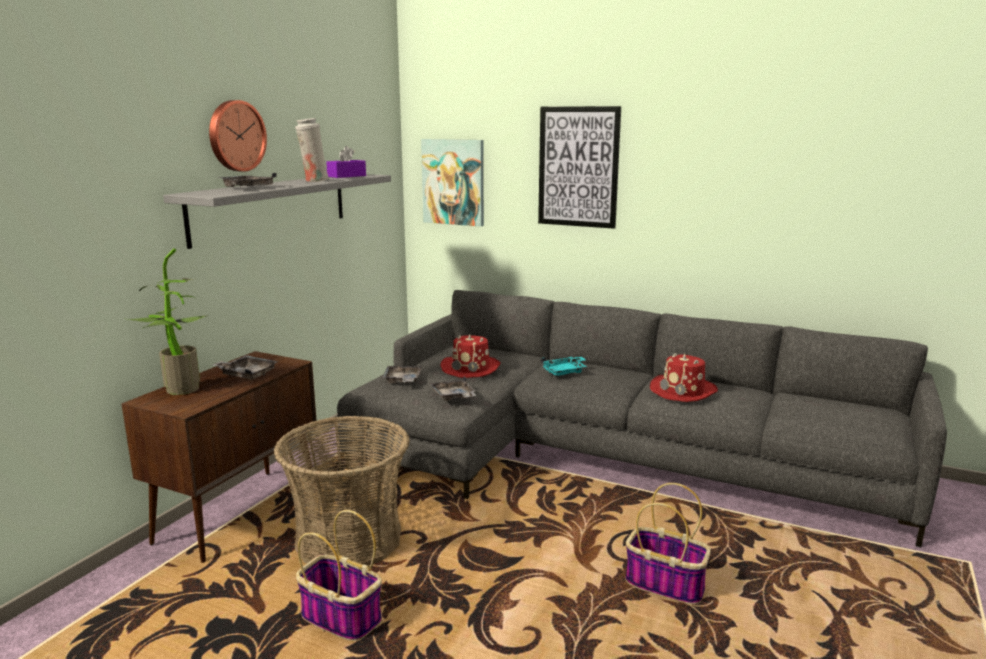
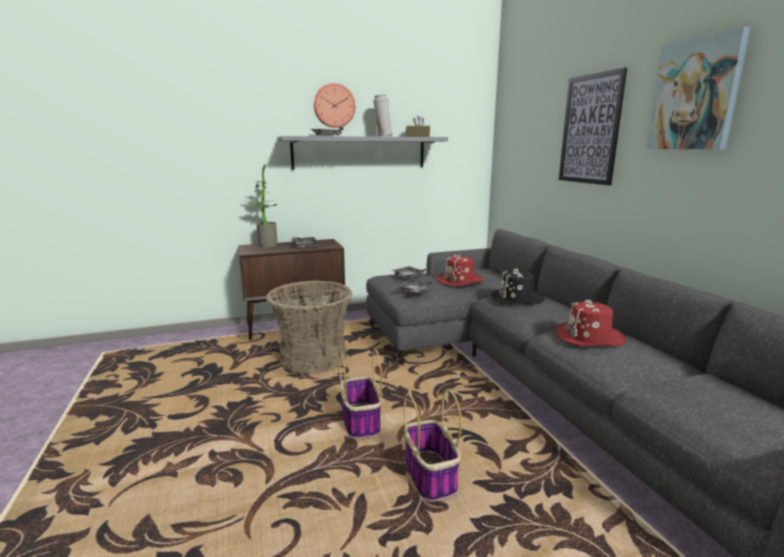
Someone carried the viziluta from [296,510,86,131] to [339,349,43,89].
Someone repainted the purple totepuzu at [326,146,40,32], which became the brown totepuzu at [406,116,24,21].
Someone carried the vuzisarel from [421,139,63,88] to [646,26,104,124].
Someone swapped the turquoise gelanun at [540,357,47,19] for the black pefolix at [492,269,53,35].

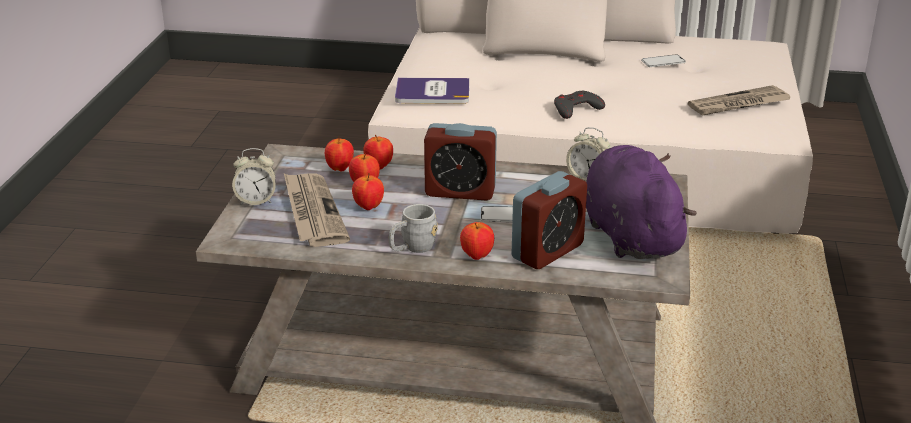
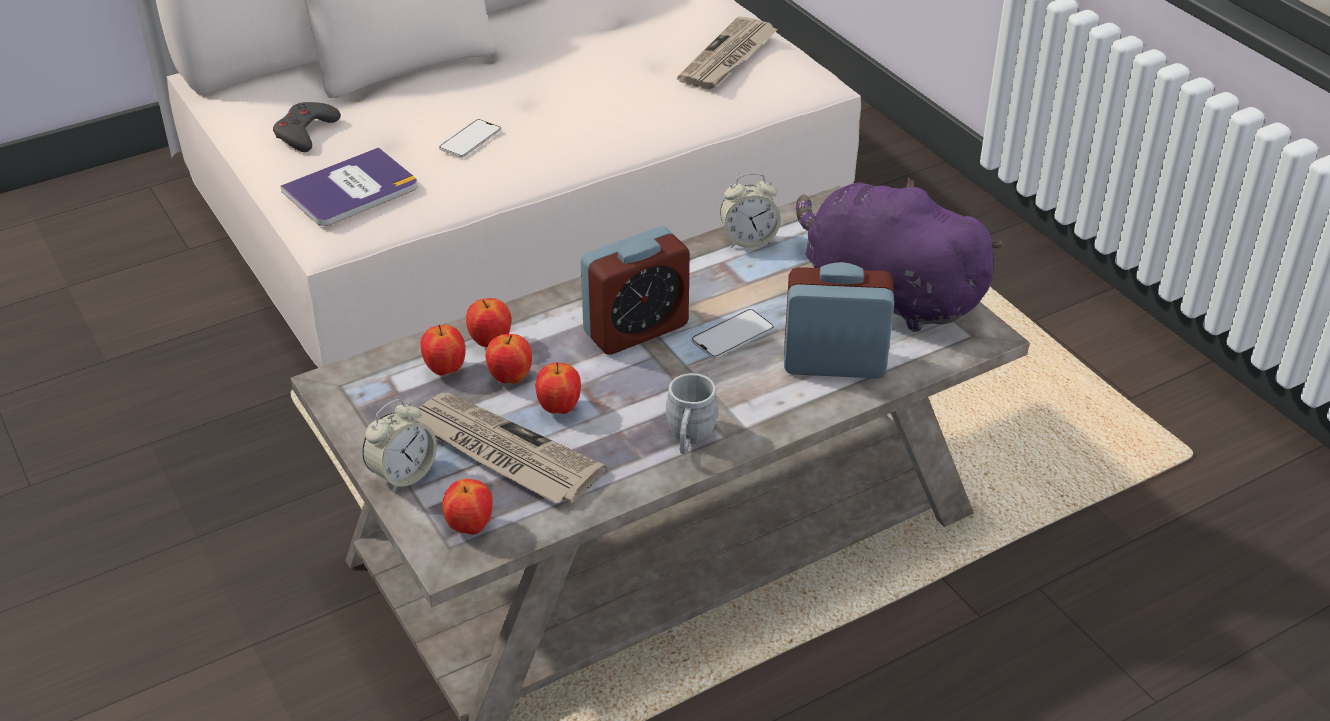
Someone carried the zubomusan from [460,222,34,38] to [442,479,51,56].
Someone rotated the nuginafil at [512,171,75,98] by 90 degrees counterclockwise.
Someone carried the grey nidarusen from [554,91,51,28] to [273,102,68,50].
Someone carried the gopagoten from [641,54,45,13] to [439,119,62,39].

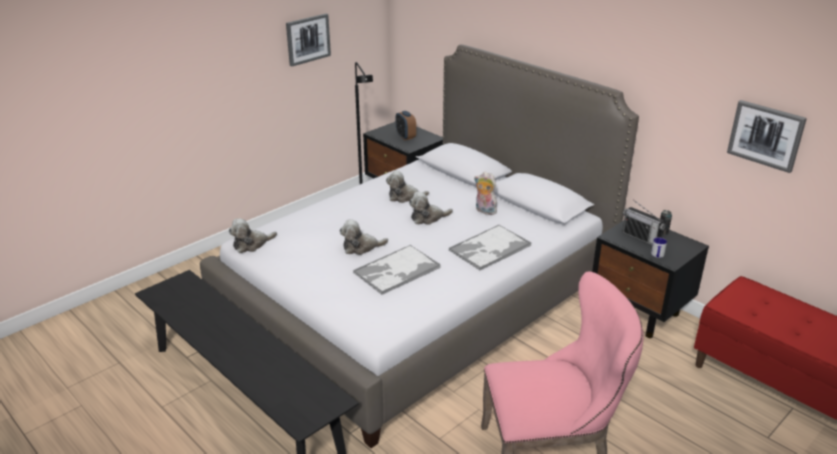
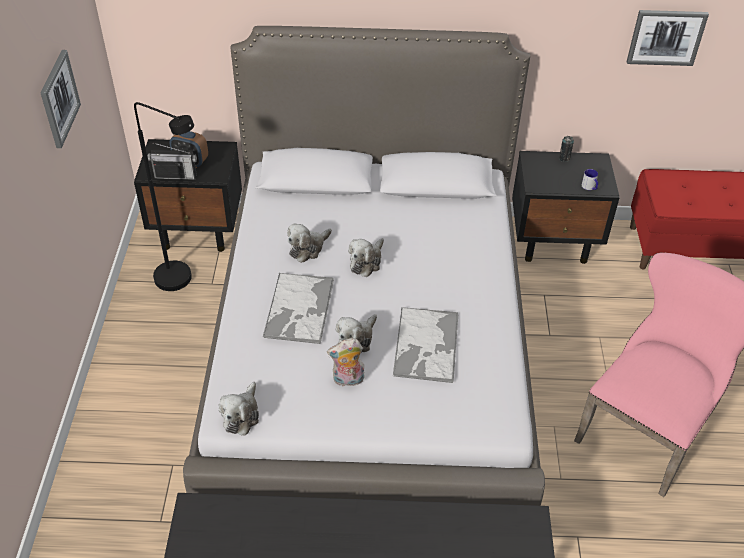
Someone carried the gelanun from [449,225,82,45] to [263,272,71,72].
Someone carried the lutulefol from [474,172,23,43] to [327,338,38,49].
Someone carried the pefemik from [622,200,44,45] to [148,143,49,37].

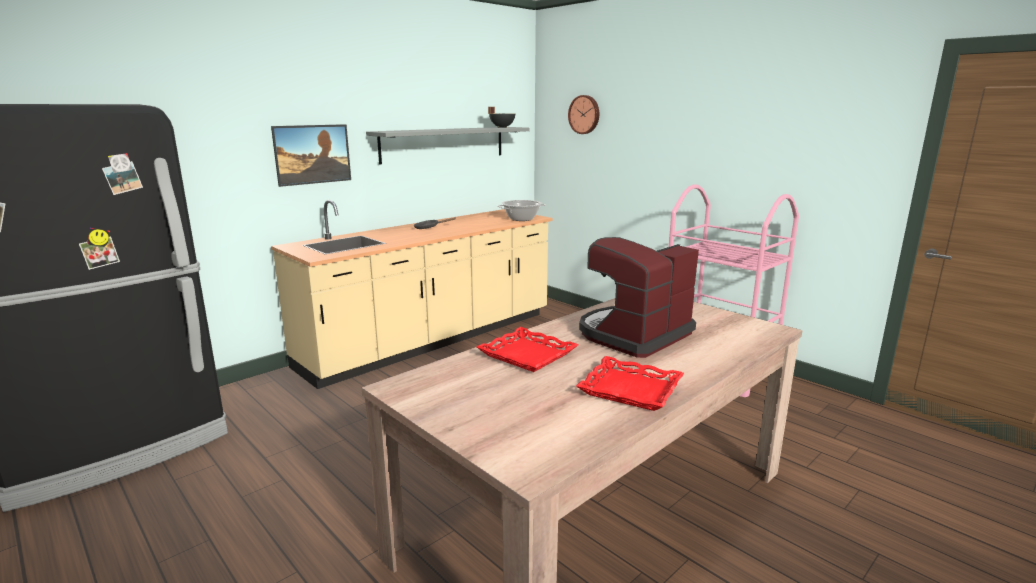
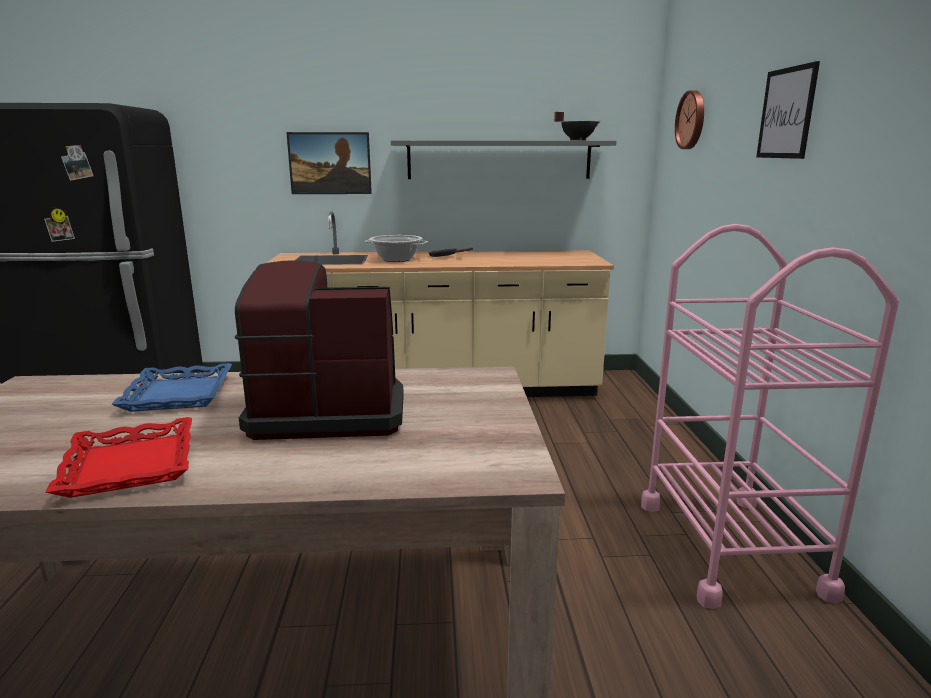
Someone repainted the red gelanun at [477,327,101,45], which became the blue gelanun at [111,363,121,49].
Someone carried the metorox from [497,200,49,21] to [364,235,64,27].
Someone put up the vuzisarel at [756,61,64,98].

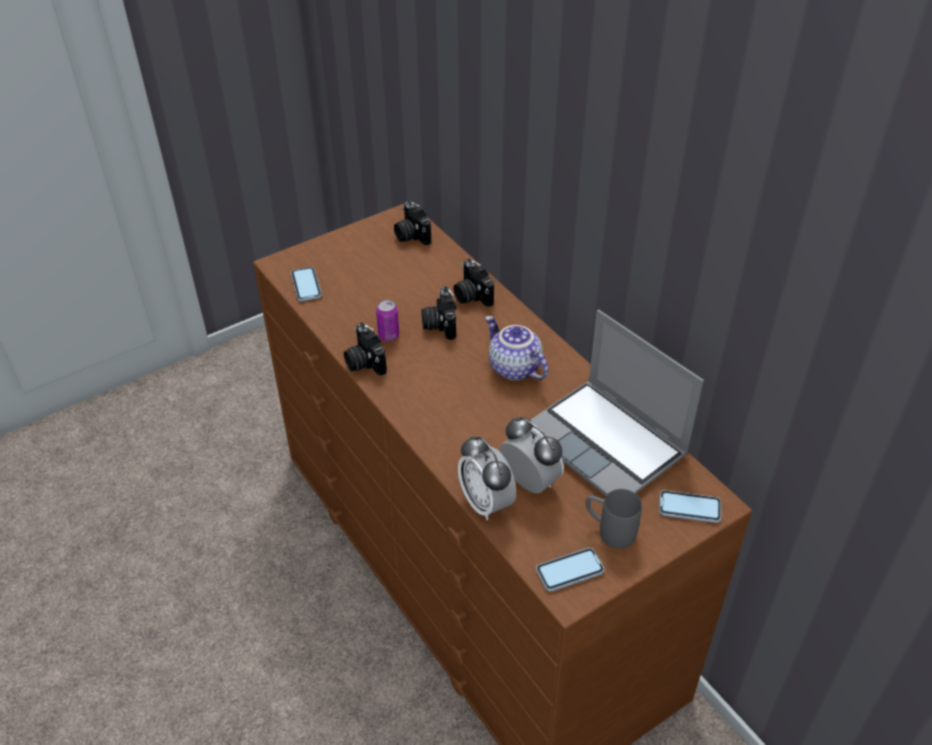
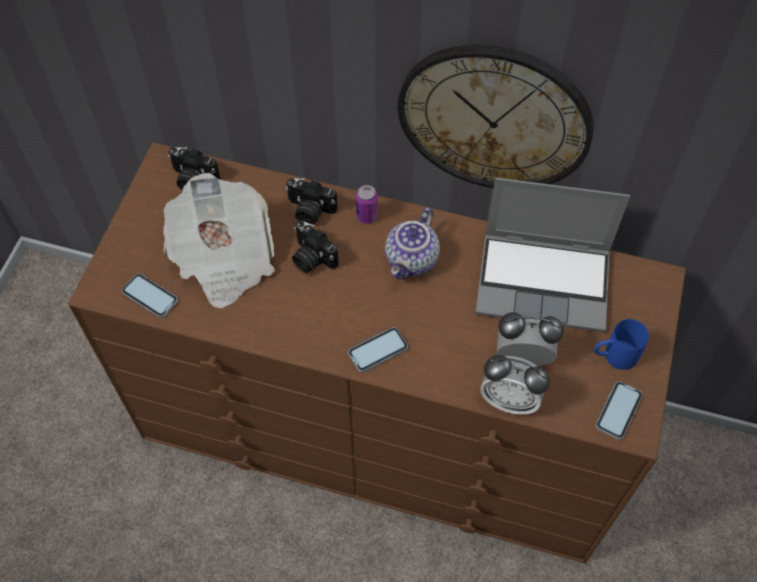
Someone took away the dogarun at [344,323,43,52].
Someone carried the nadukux from [376,300,23,41] to [356,185,22,39].
Someone rotated the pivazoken at [485,316,63,64] by 75 degrees counterclockwise.
Someone repainted the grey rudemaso at [586,489,56,60], which became the blue rudemaso at [594,319,55,51].
Someone carried the gopagoten from [659,490,62,33] to [348,327,60,45].
Someone put down the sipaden at [163,173,112,135].
Someone put up the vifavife at [398,44,196,144].

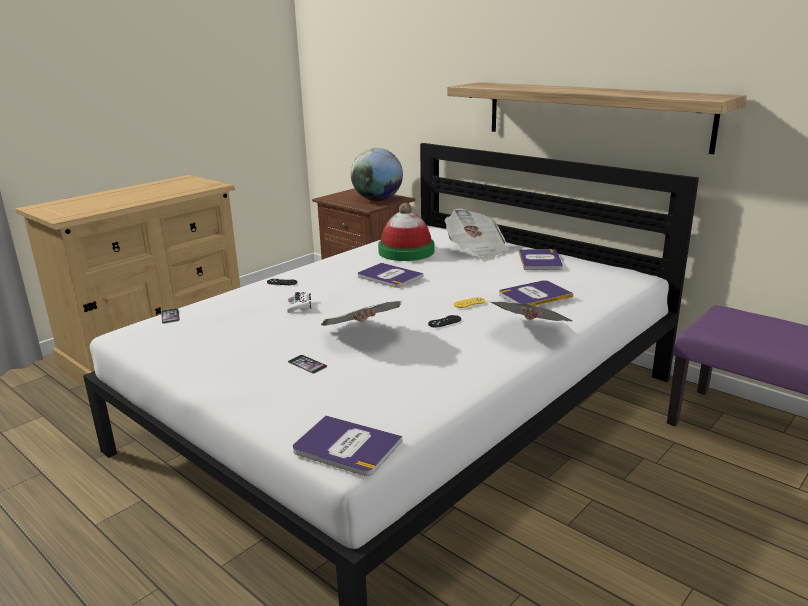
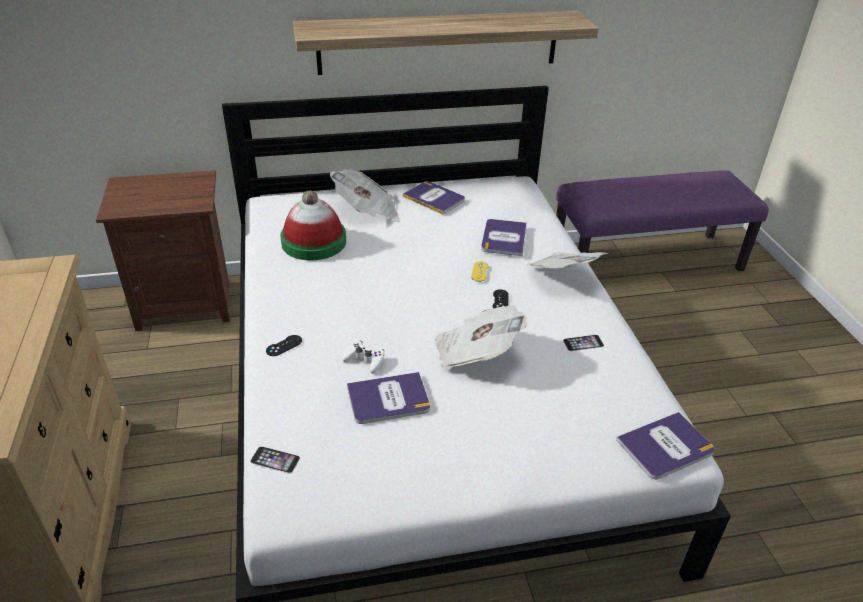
Someone carried the gopagoten from [288,355,40,19] to [563,335,41,16].
Someone took away the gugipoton at [351,148,52,53].
Someone carried the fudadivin from [358,263,65,25] to [347,372,83,52].

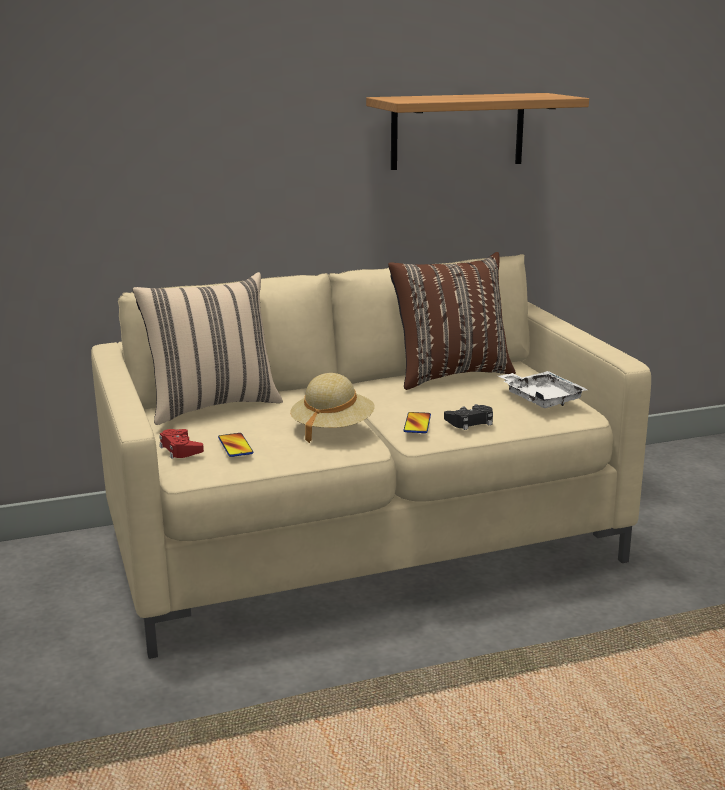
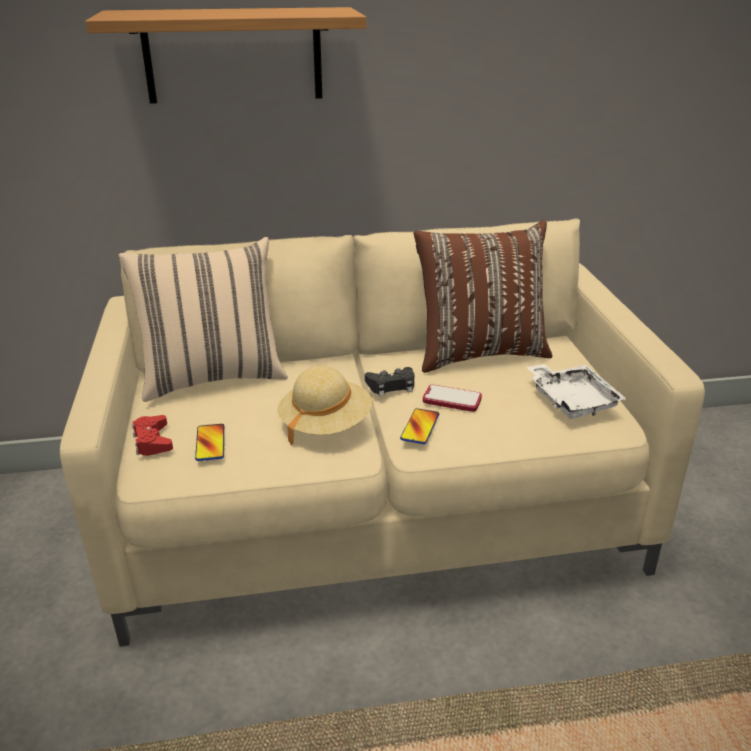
Someone carried the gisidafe from [366,93,223,77] to [85,7,281,97].
Someone carried the black nidarusen from [444,404,49,26] to [365,367,49,29].
Someone put down the gopagoten at [423,385,59,27].

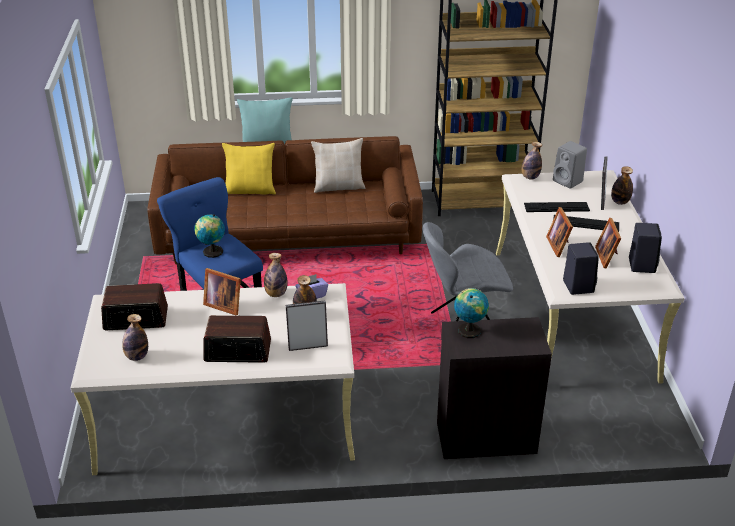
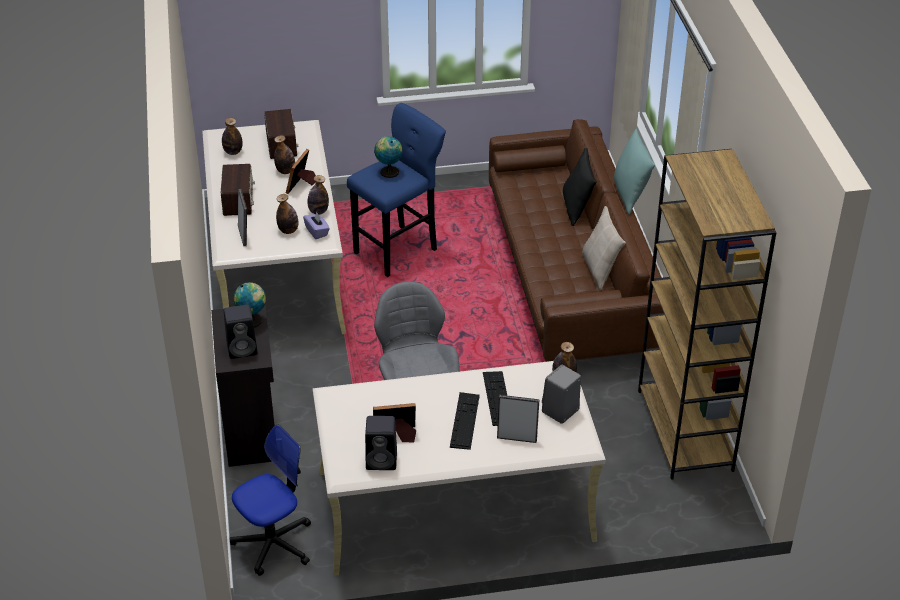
Someone repainted the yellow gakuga at [222,143,54,51], which became the black gakuga at [563,148,34,78].
Someone took away the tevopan at [546,207,27,50].
Someone carried the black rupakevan from [563,242,36,53] to [224,305,34,54].
Someone carried the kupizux from [611,166,22,39] to [274,135,21,39].
Someone put down the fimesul at [229,425,82,151].

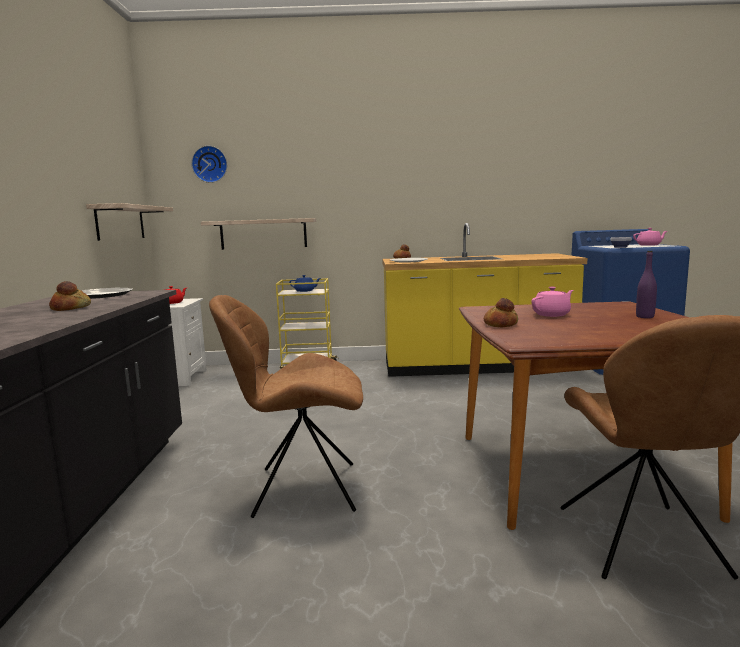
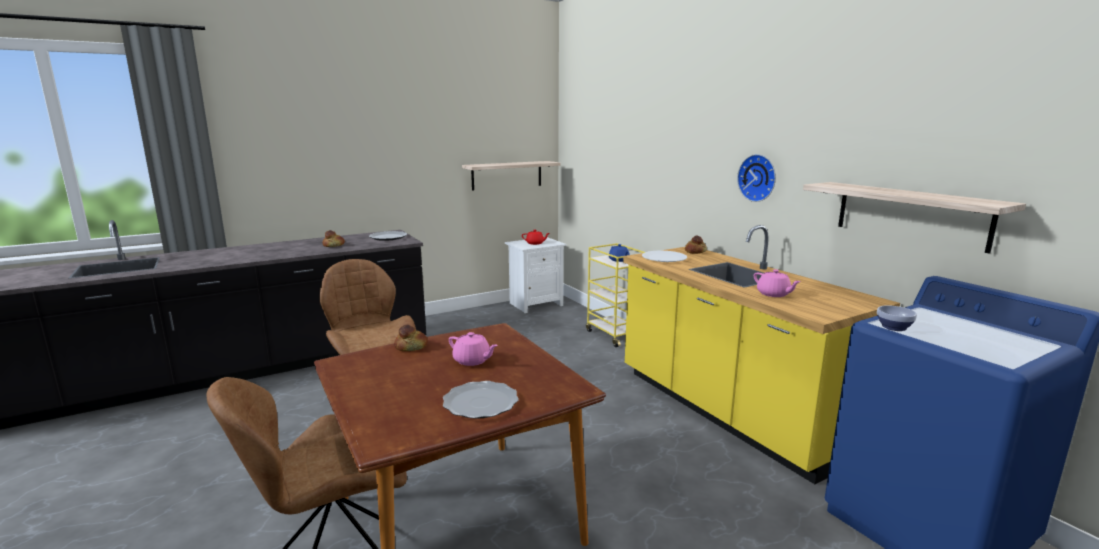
Someone carried the vifavife from [191,146,36,37] to [737,154,39,48].
Someone carried the gisidafe from [201,218,115,32] to [803,182,223,72].
Someone carried the pink pivazoken from [633,228,34,18] to [754,269,47,28].
Someone swapped the purple kupizux at [636,251,21,67] for the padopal at [443,381,76,38].

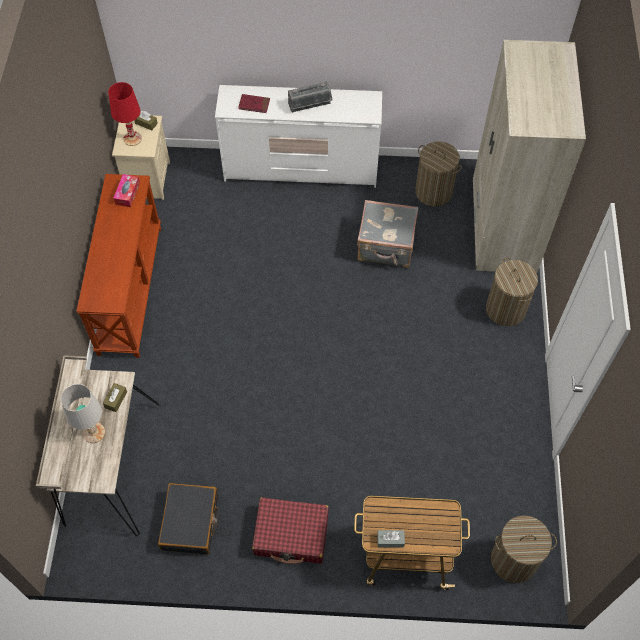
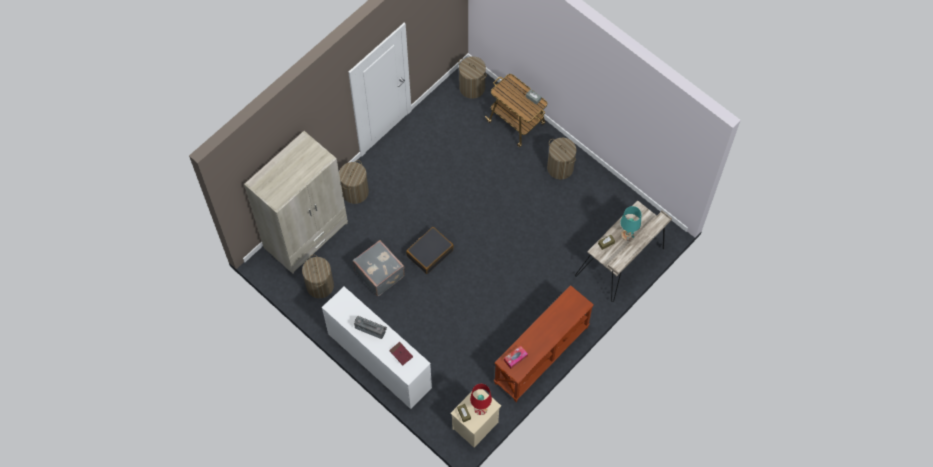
Someone repainted the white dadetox at [61,384,44,59], which became the turquoise dadetox at [620,206,21,35].
Someone carried the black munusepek from [158,483,60,72] to [406,227,48,47].
Someone swapped the red munusepek at [252,497,77,67] for the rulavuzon at [547,138,30,42].

